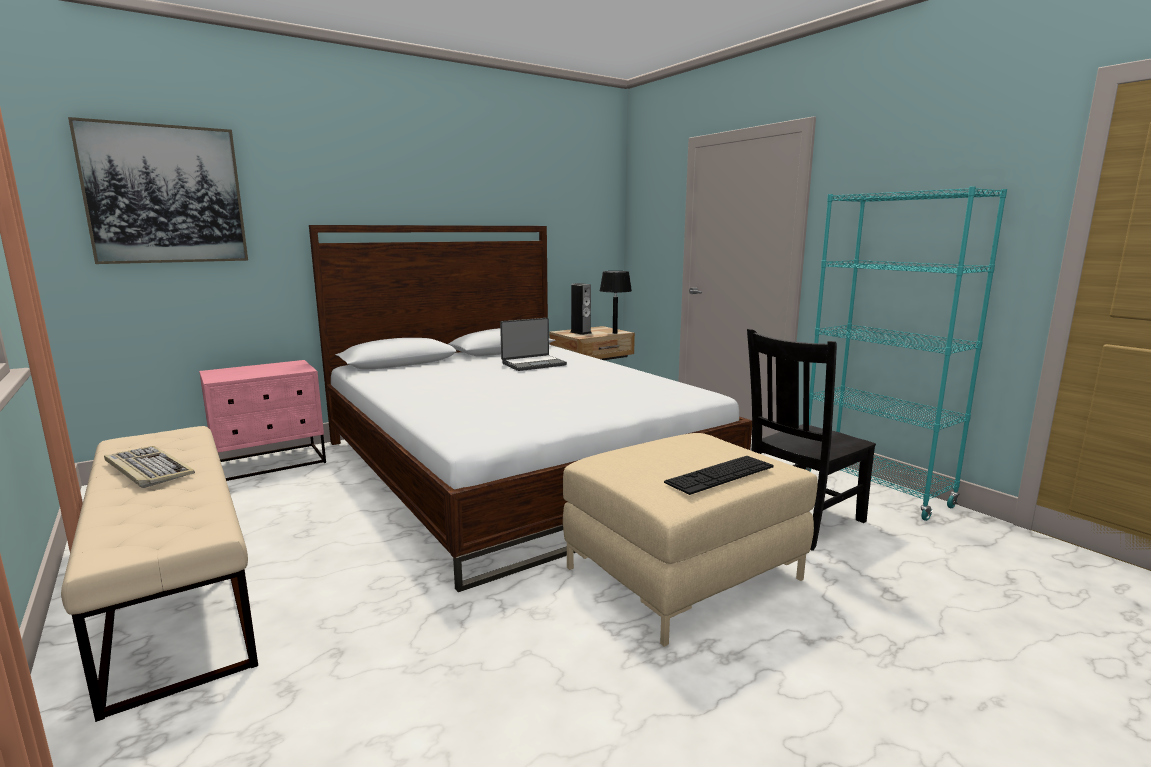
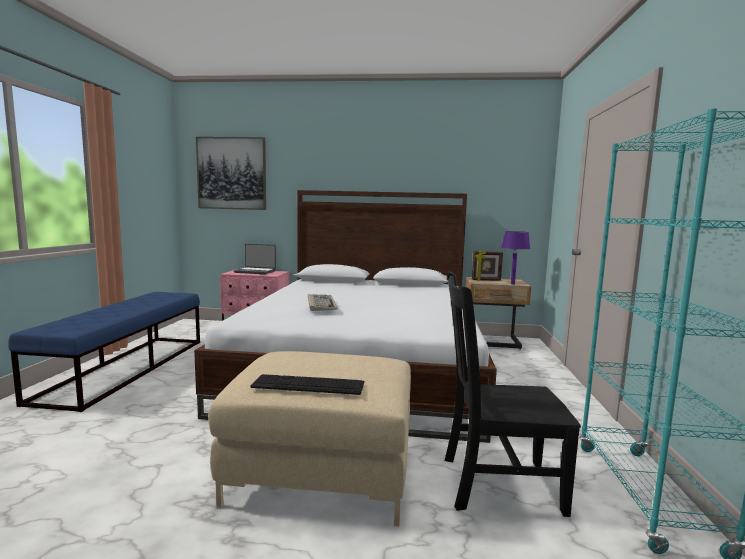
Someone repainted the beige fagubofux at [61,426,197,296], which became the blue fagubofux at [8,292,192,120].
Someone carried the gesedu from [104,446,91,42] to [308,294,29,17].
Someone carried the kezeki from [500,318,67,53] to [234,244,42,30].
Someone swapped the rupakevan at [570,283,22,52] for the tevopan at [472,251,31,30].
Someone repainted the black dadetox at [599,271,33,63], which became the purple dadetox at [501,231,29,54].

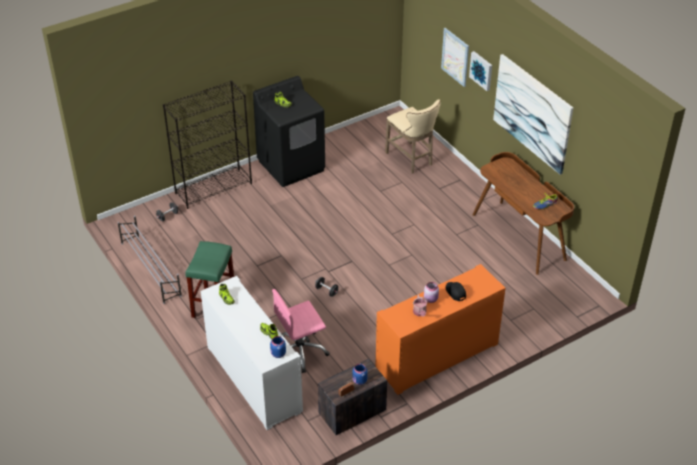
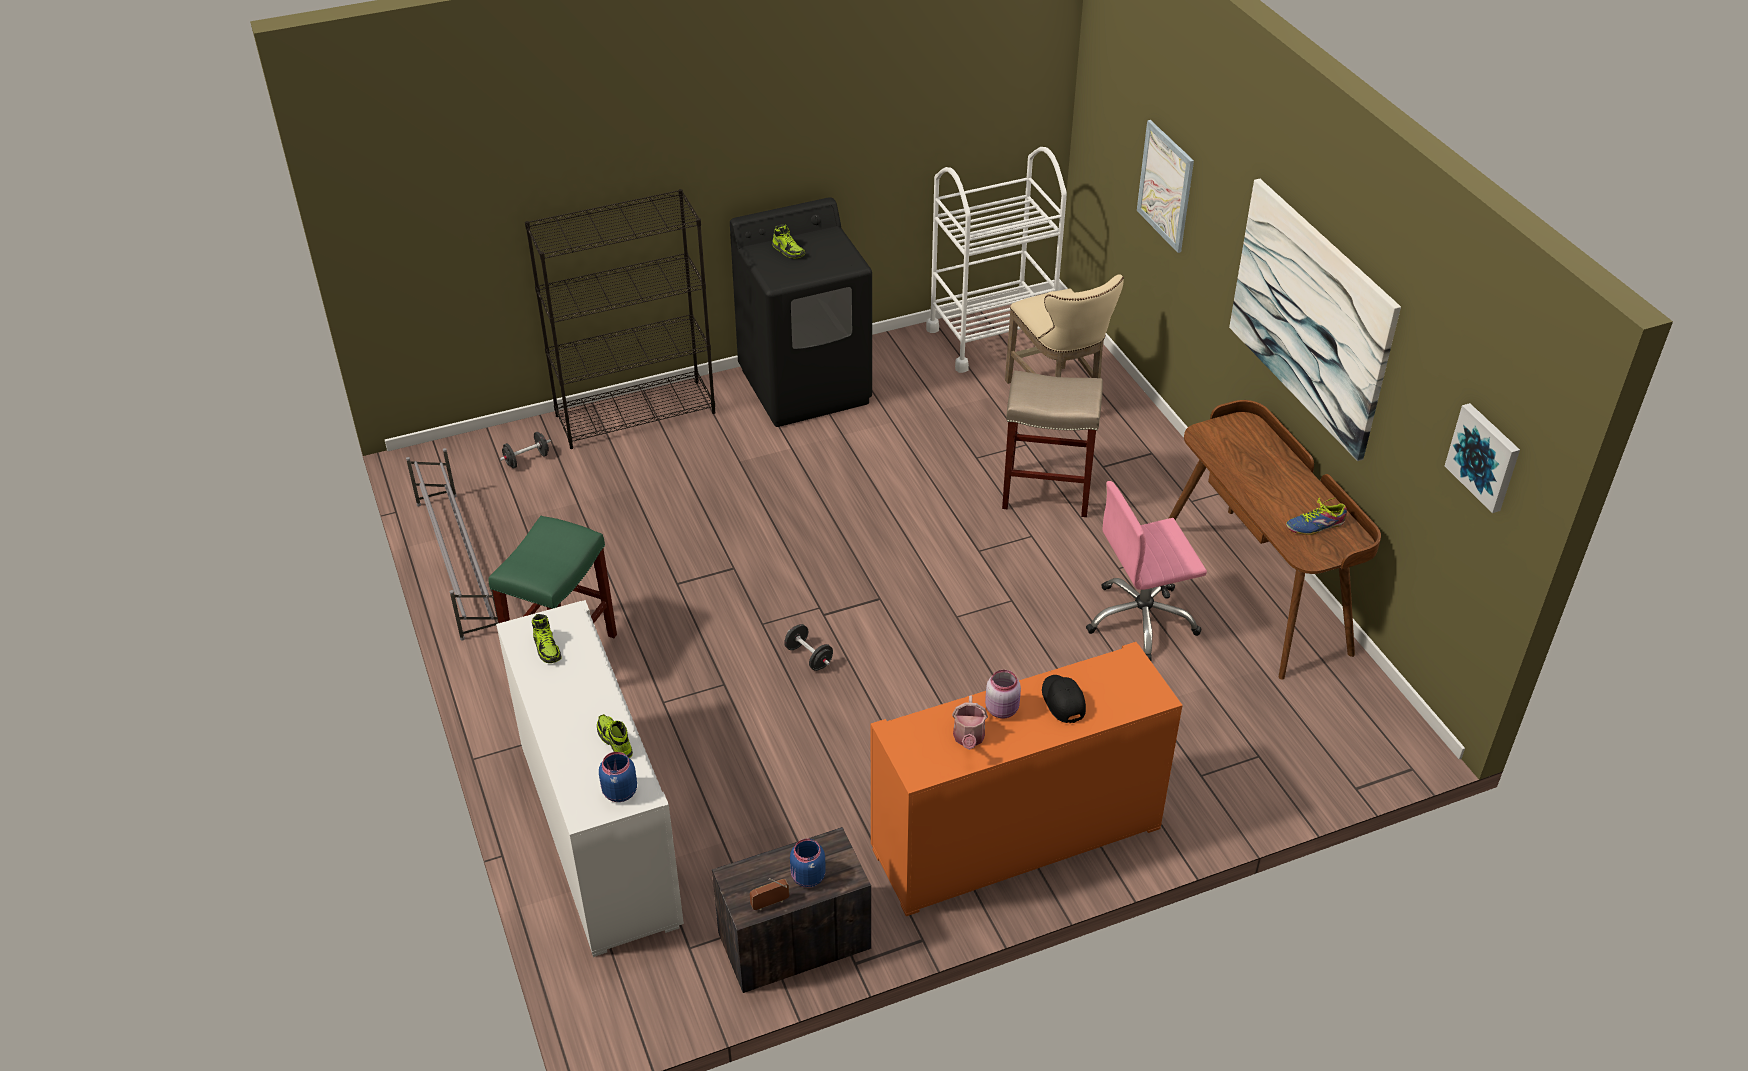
Someone carried the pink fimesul from [272,289,58,84] to [1086,481,121,180].
Someone carried the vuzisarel from [469,51,23,40] to [1445,403,75,110].
Someone put down the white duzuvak at [926,147,141,226].
Someone put down the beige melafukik at [1002,370,101,147].

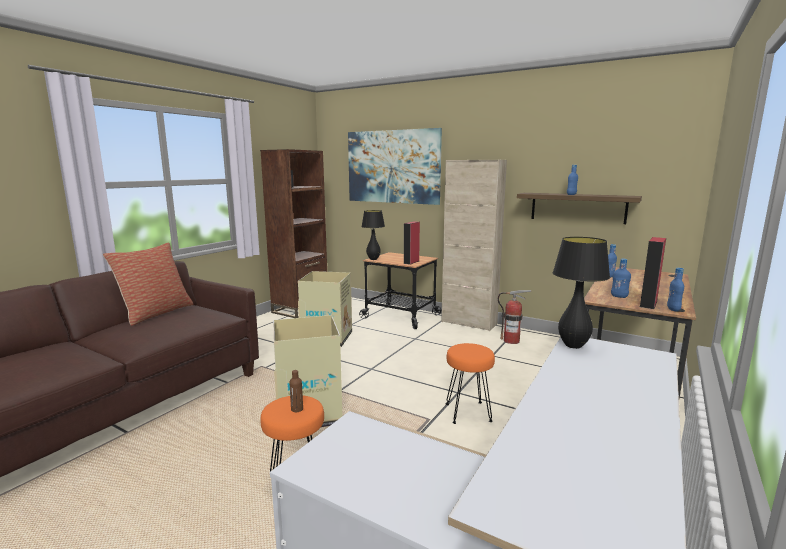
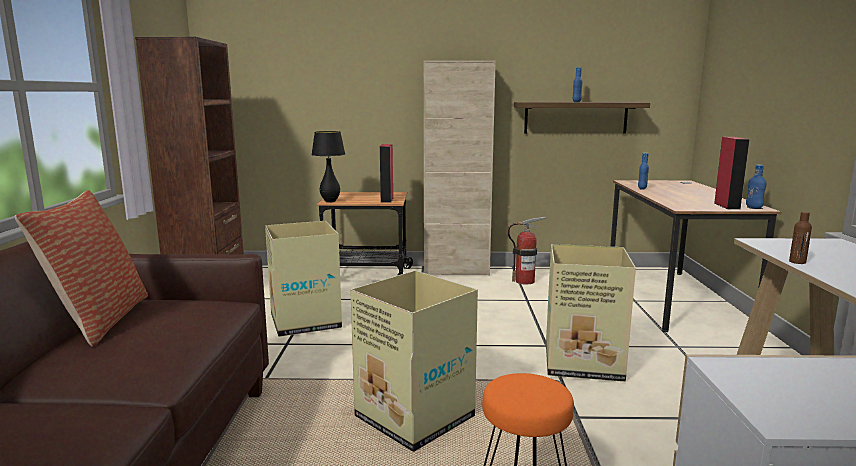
Someone carried the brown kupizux from [290,370,13,42] to [789,212,23,52].
Someone took away the vuzisarel at [348,128,94,77].
Someone swapped the orange melafukik at [446,343,49,81] for the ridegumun at [546,244,90,138].
Someone took away the black dadetox at [553,237,57,112].
Someone took away the blue kupizux at [611,259,20,39].

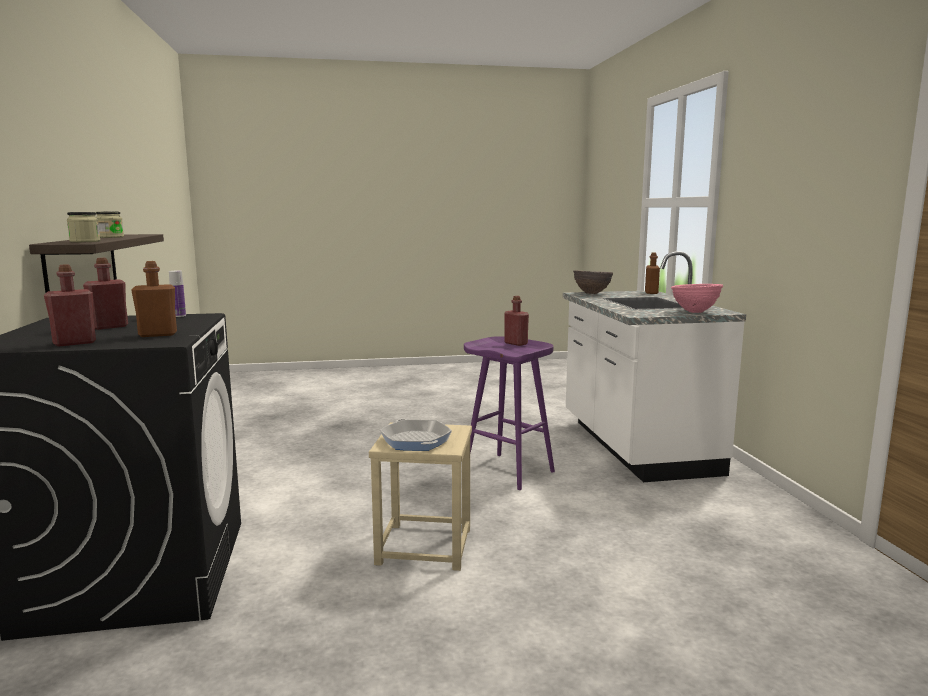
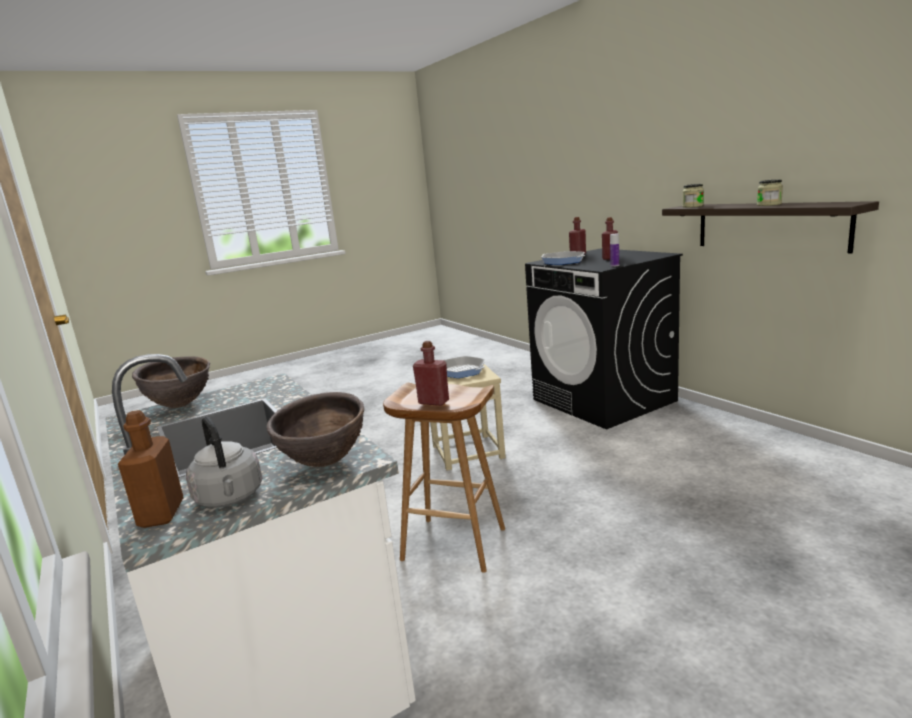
Someone swapped the brown kupizux at [131,261,46,76] for the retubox at [541,251,44,14].
Someone repainted the purple melafukik at [464,336,91,154], which became the brown melafukik at [383,383,122,190].
Someone repainted the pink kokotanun at [671,284,52,29], which became the brown kokotanun at [132,356,78,52].
Someone put down the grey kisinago at [186,417,76,91].

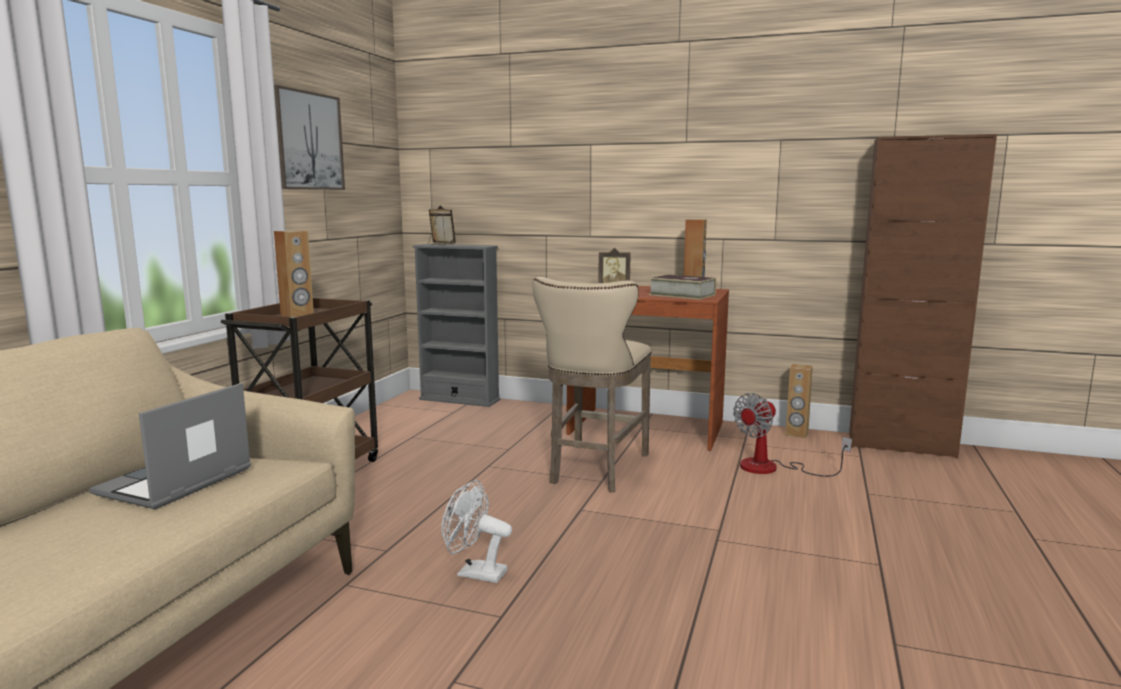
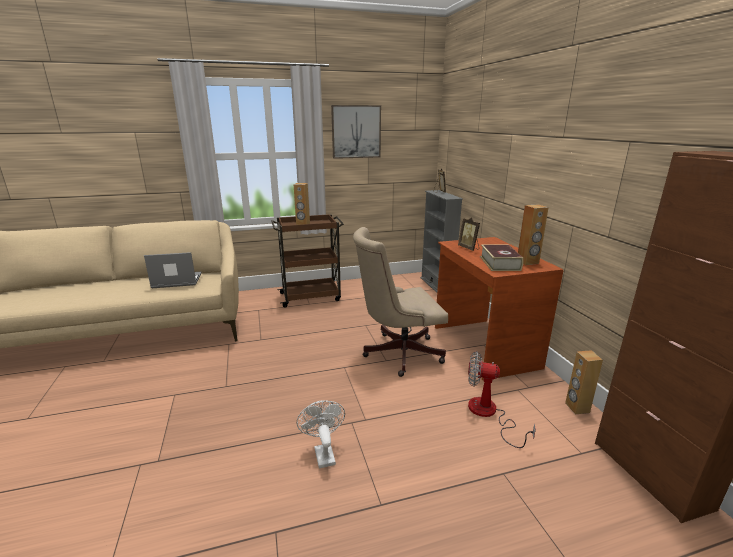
Someone carried the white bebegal from [441,480,71,103] to [297,400,48,68].
Someone swapped the beige melafukik at [533,277,119,215] for the beige fimesul at [353,227,95,150].

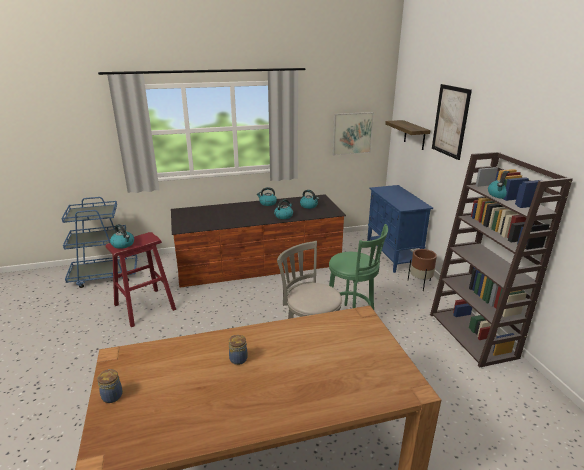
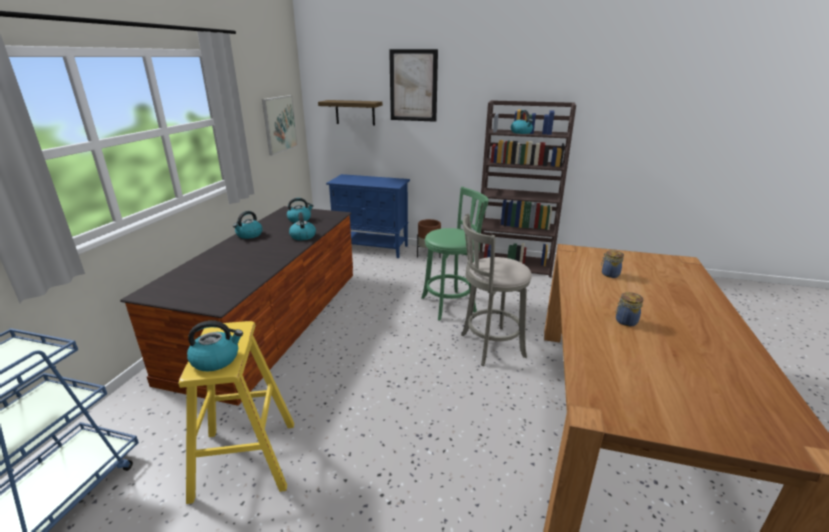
Someone carried the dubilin from [97,369,26,34] to [601,250,23,28].
Someone repainted the red melafukik at [105,232,71,95], which became the yellow melafukik at [179,321,115,183].

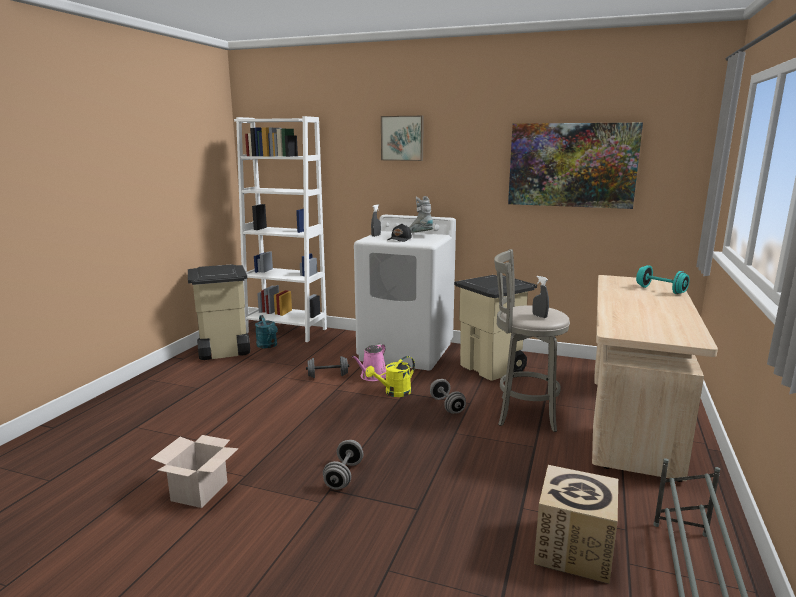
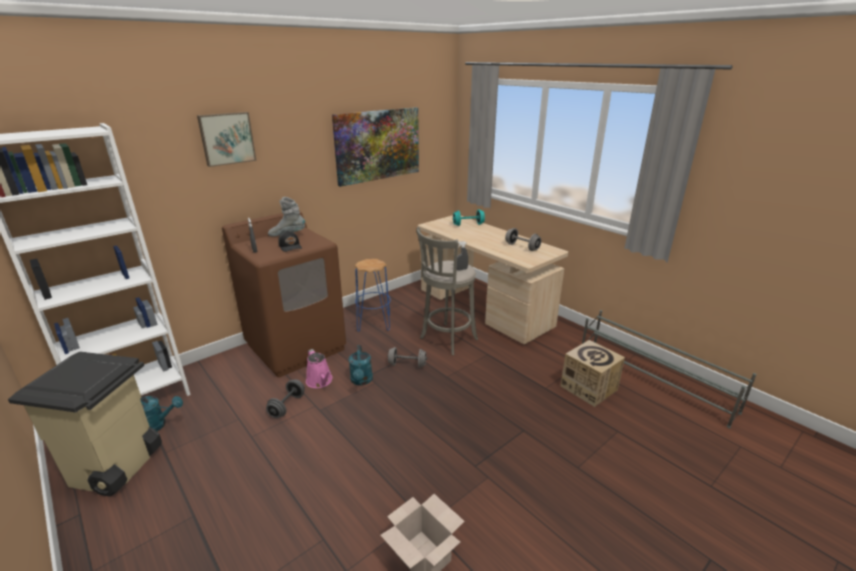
Someone carried the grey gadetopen from [323,440,40,50] to [505,228,36,23].
Someone repainted the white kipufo at [354,215,102,156], which became the brown kipufo at [222,211,124,166].
Someone repainted the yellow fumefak at [365,356,50,41], which became the turquoise fumefak at [349,345,24,40].
Someone swapped the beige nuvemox at [454,275,83,106] for the blue melafukik at [355,259,36,73].

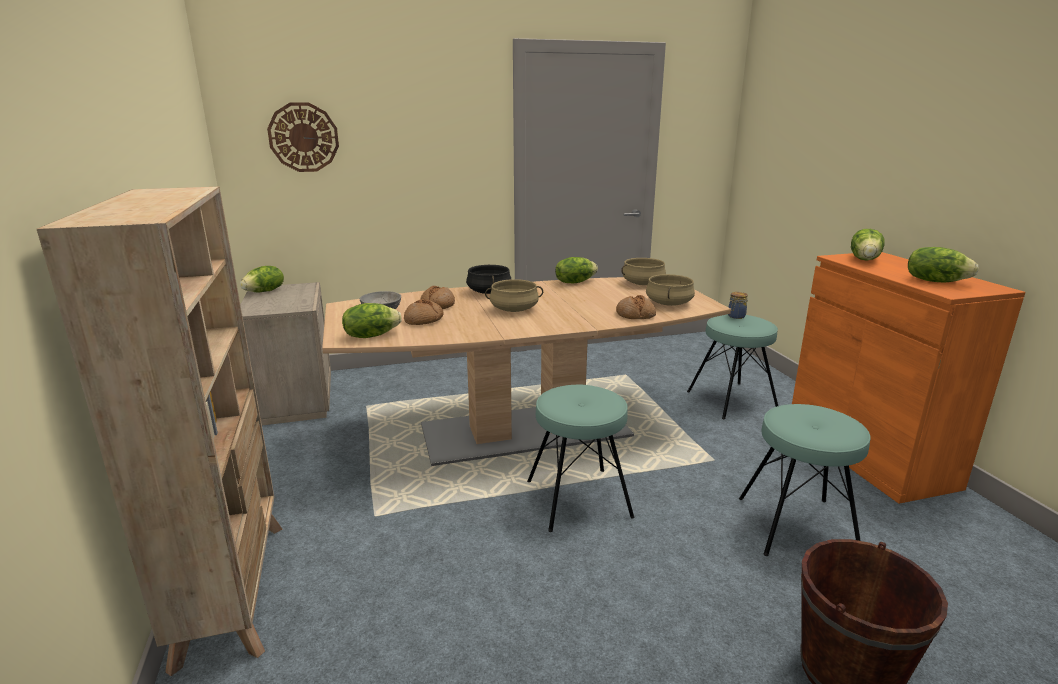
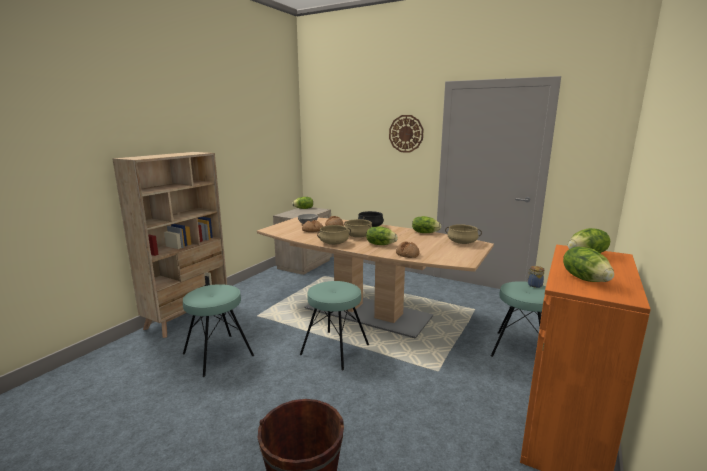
Someone carried the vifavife from [267,102,72,70] to [389,115,35,38].
Someone carried the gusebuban from [342,303,60,35] to [366,226,32,19].
Someone carried the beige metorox from [646,274,49,32] to [317,225,34,20].
Someone carried the turquoise melafukik from [739,404,132,152] to [183,284,71,93].

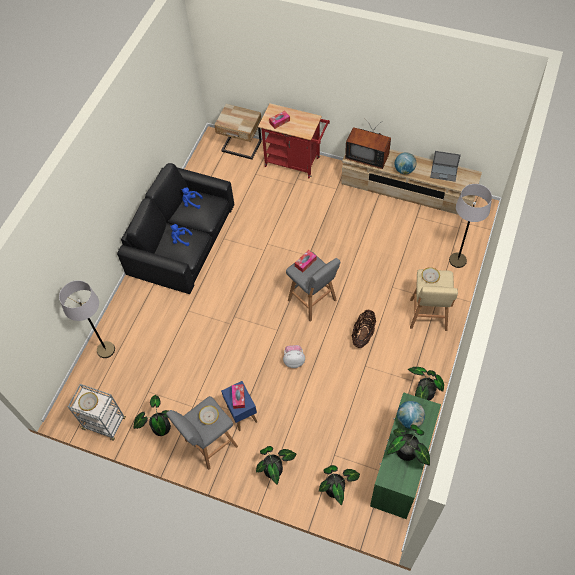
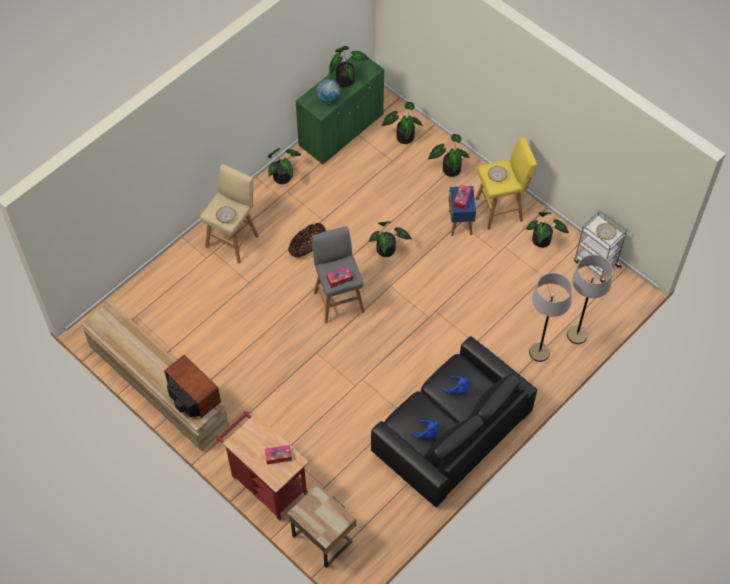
Someone repainted the grey melafukik at [166,396,72,74], which became the yellow melafukik at [475,137,62,93].
Someone swapped the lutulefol at [283,345,22,23] for the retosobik at [369,221,43,36].
Someone took away the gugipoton at [395,152,21,22].
Someone took away the kezeki at [430,151,31,31].
Someone carried the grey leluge from [449,184,43,84] to [529,273,43,89].

